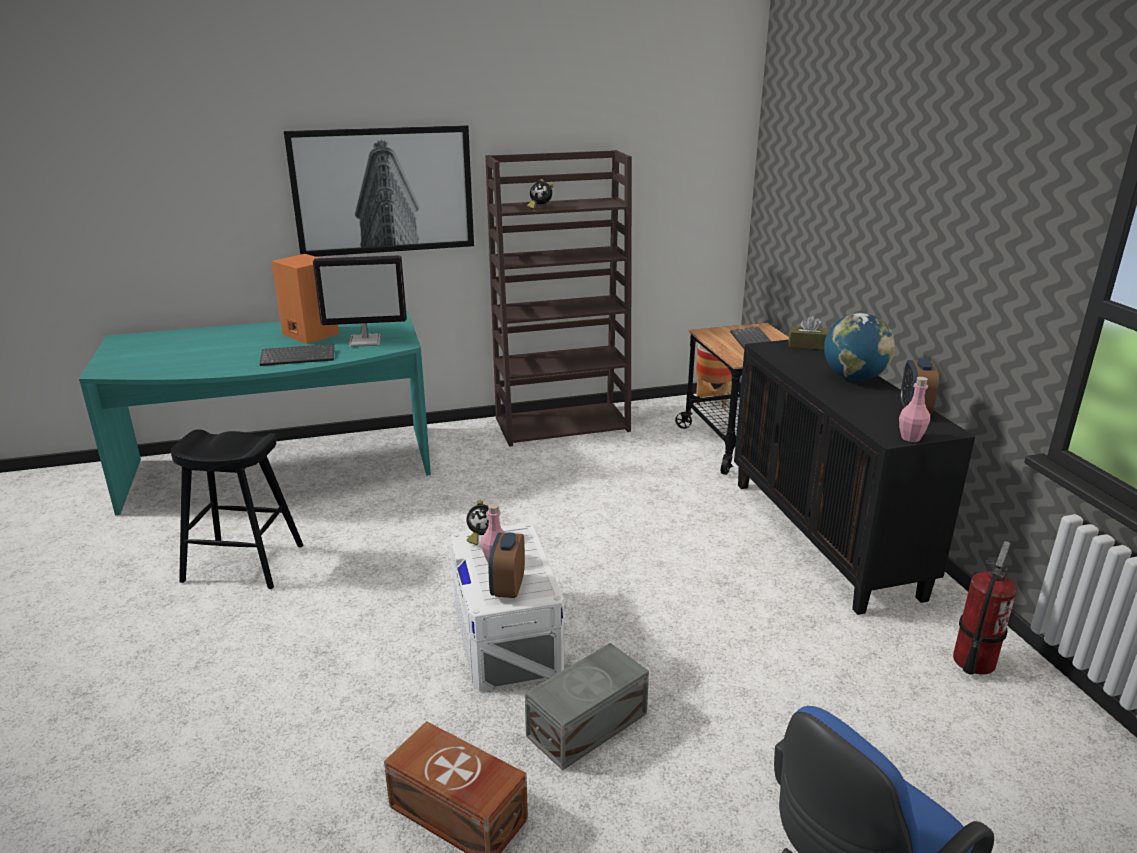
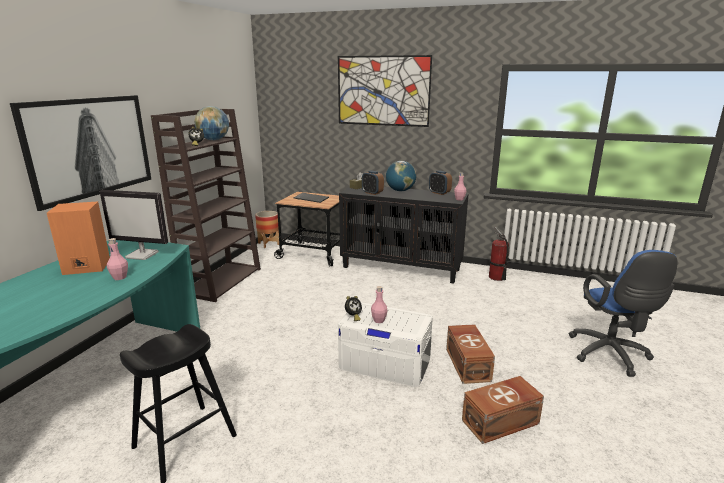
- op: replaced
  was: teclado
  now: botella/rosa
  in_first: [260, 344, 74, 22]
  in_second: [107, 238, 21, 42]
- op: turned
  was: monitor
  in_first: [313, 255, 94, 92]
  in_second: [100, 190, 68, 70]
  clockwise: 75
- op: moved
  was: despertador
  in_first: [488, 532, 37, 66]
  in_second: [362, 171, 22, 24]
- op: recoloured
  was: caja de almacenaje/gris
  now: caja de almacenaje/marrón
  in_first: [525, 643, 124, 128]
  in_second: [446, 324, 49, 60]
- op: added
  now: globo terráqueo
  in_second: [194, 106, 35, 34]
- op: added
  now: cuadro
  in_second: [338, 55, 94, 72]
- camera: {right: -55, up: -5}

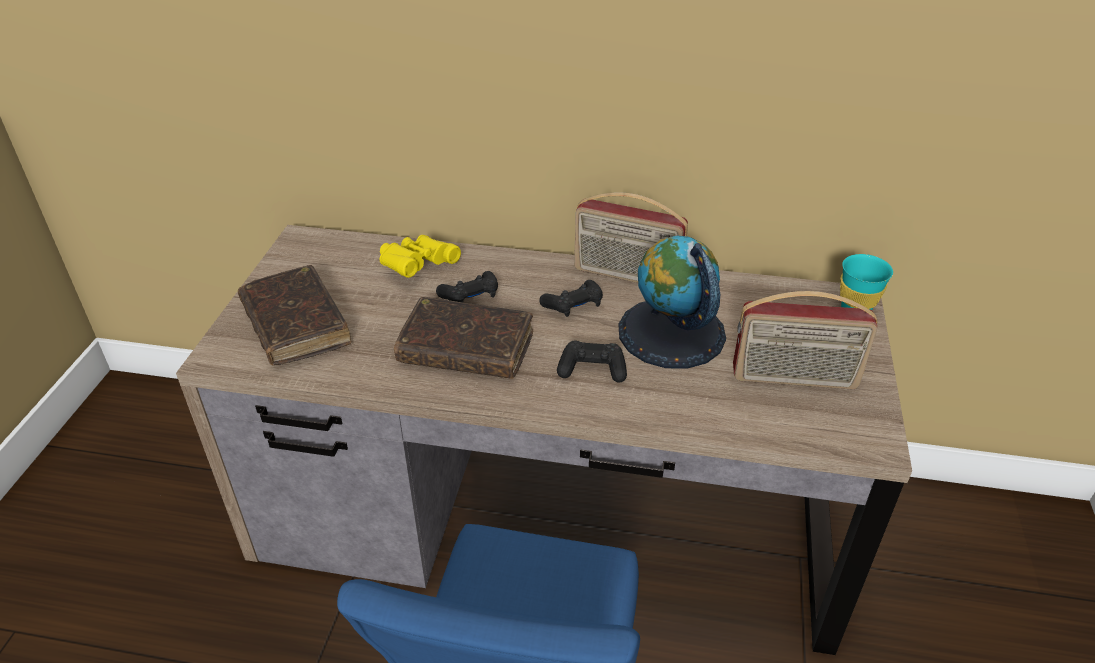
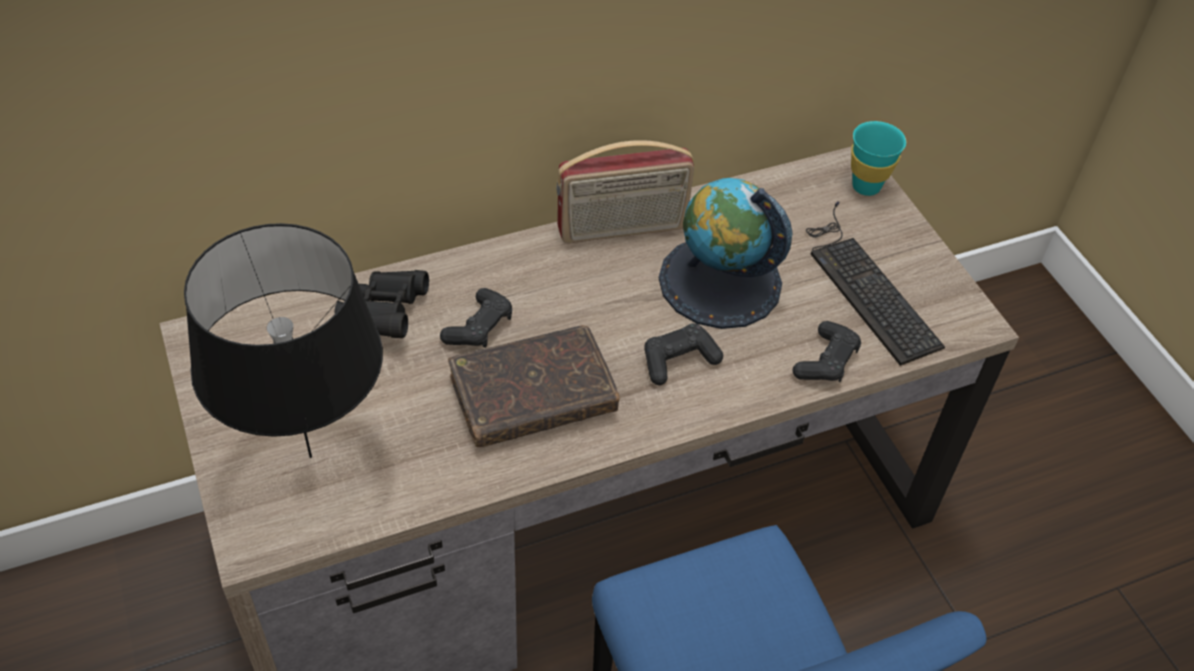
- op: replaced
  was: libro/marrón
  now: lámpara de mesa/negro
  in_first: [238, 265, 114, 101]
  in_second: [184, 223, 199, 235]
- op: recoloured
  was: prismáticos/amarillo
  now: prismáticos/negro
  in_first: [380, 235, 81, 43]
  in_second: [335, 270, 94, 68]
- op: moved
  was: mando de consola/negro
  in_first: [539, 280, 64, 37]
  in_second: [793, 321, 68, 61]
- op: replaced
  was: radio
  now: teclado
  in_first: [733, 291, 144, 98]
  in_second: [806, 201, 139, 165]
- camera: {right: -35, up: 10}

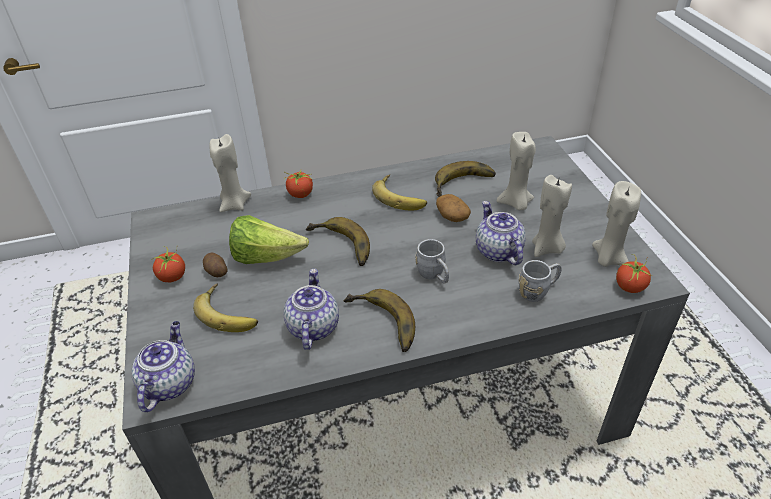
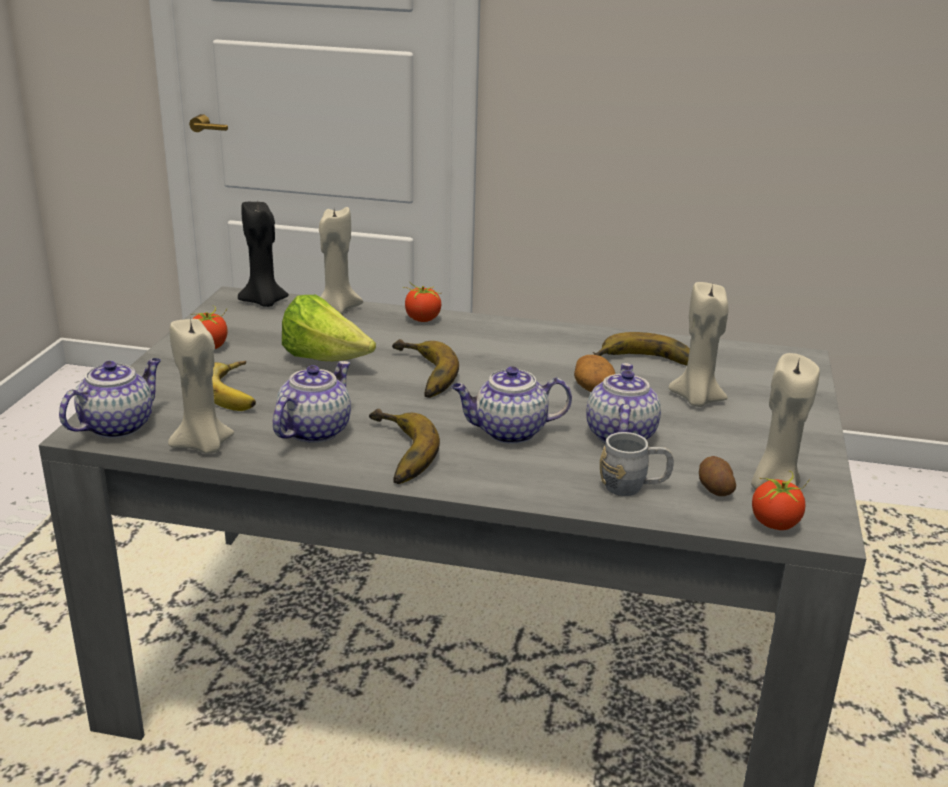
- op: moved
  was: patata
  in_first: [203, 253, 25, 24]
  in_second: [699, 456, 37, 40]
- op: removed
  was: plátano
  in_first: [372, 174, 55, 36]
- op: replaced
  was: taza grande/gris
  now: tetera
  in_first: [415, 239, 34, 44]
  in_second: [451, 366, 121, 78]
- op: moved
  was: vela/beis
  in_first: [532, 175, 40, 82]
  in_second: [168, 319, 66, 135]
- op: added
  now: vela/negro
  in_second: [238, 200, 51, 107]
- camera: {right: 25, up: -15}

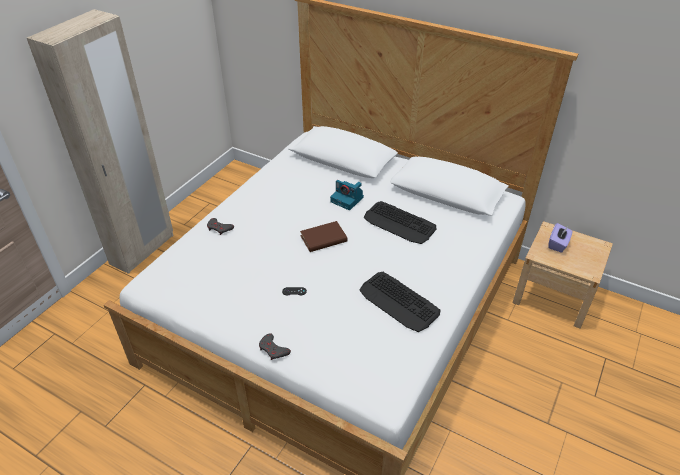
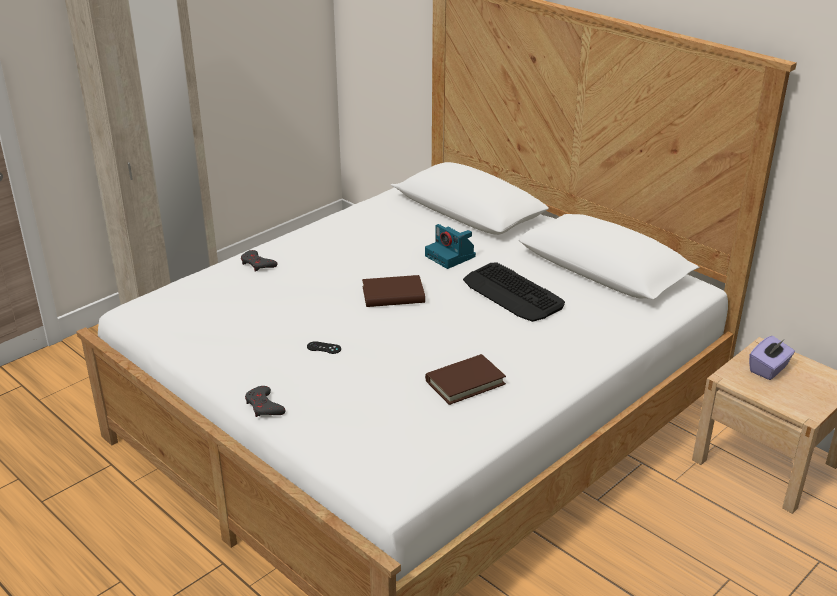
- op: replaced
  was: teclado
  now: libro/marrón
  in_first: [359, 272, 81, 60]
  in_second: [425, 354, 81, 51]
- camera: {right: 15, up: -10}

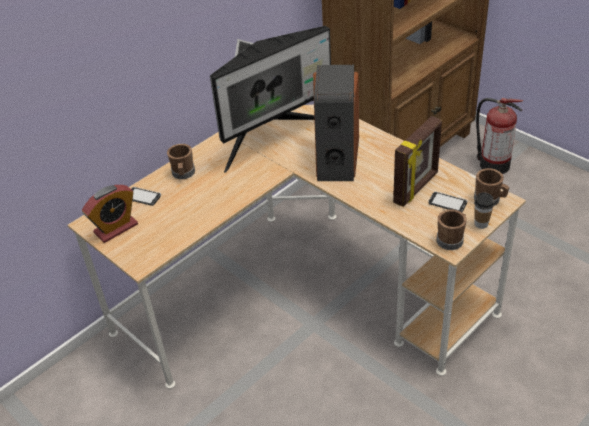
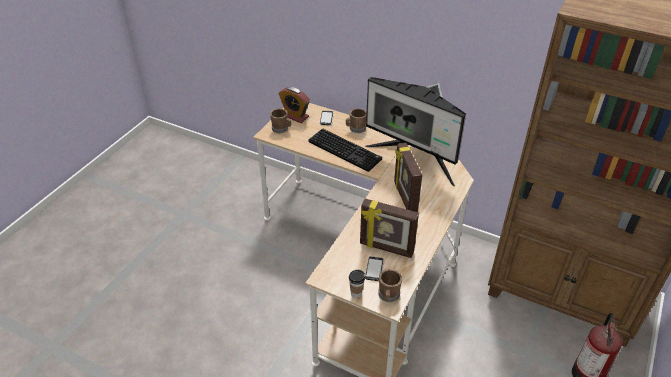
- op: replaced
  was: altavoz
  now: portarretratos
  in_first: [313, 65, 46, 116]
  in_second: [394, 143, 28, 69]
- op: moved
  was: taza grande/marrón
  in_first: [437, 209, 30, 41]
  in_second: [270, 108, 21, 25]
- op: added
  now: teclado
  in_second: [308, 129, 74, 43]
- camera: {right: 70, up: 0}

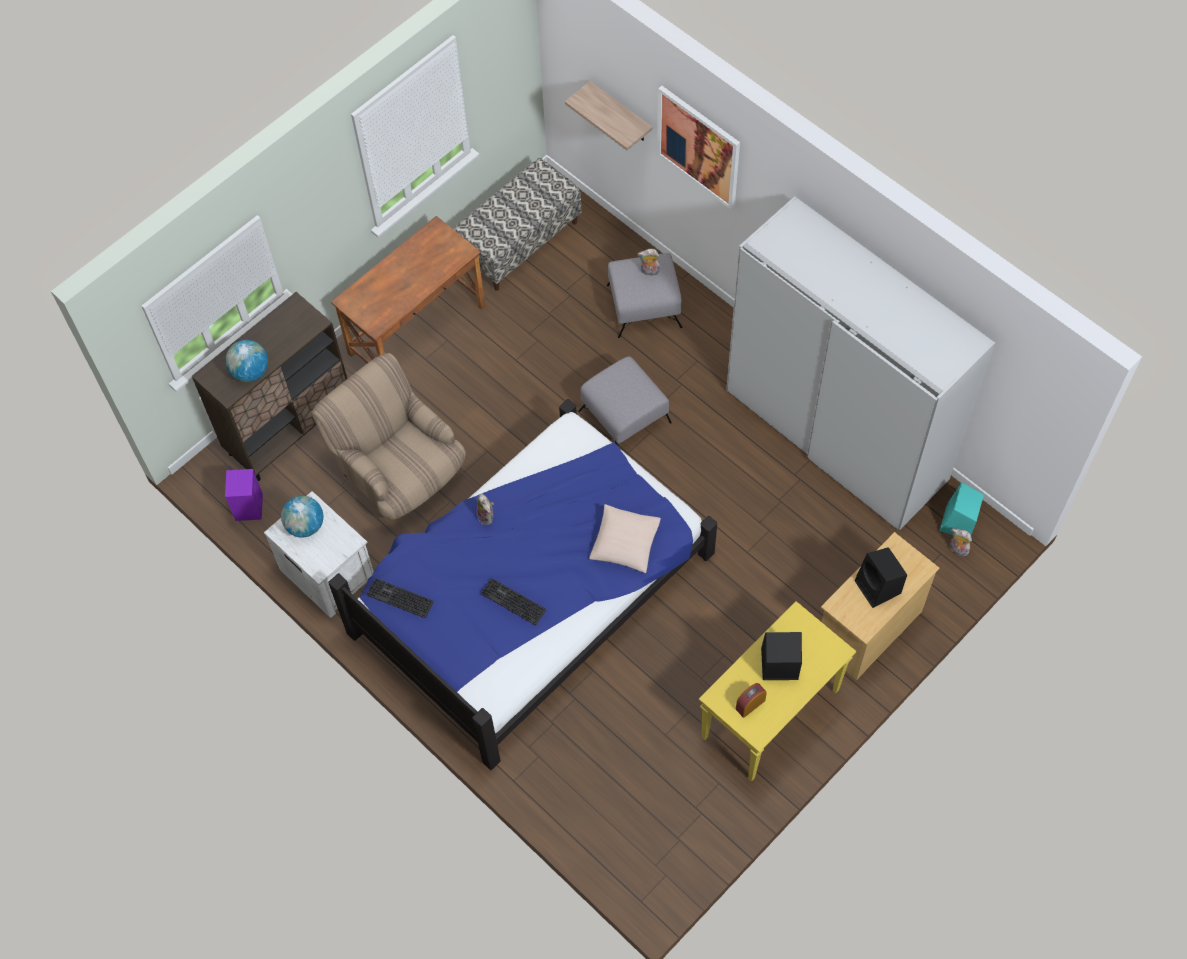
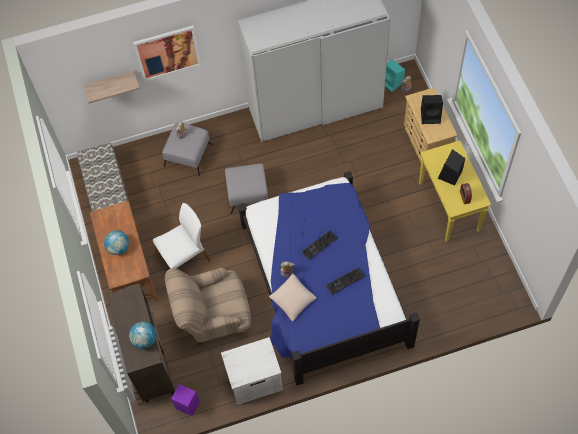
- op: moved
  was: globo terráqueo
  in_first: [281, 496, 42, 41]
  in_second: [104, 230, 25, 25]
- op: moved
  was: teclado
  in_first: [366, 578, 68, 40]
  in_second: [302, 230, 35, 30]
- op: moved
  was: cojín/beis
  in_first: [589, 504, 72, 69]
  in_second: [269, 274, 48, 48]
- op: added
  now: silla/blanco
  in_second: [153, 203, 58, 66]
- camera: {right: -60, up: 0}

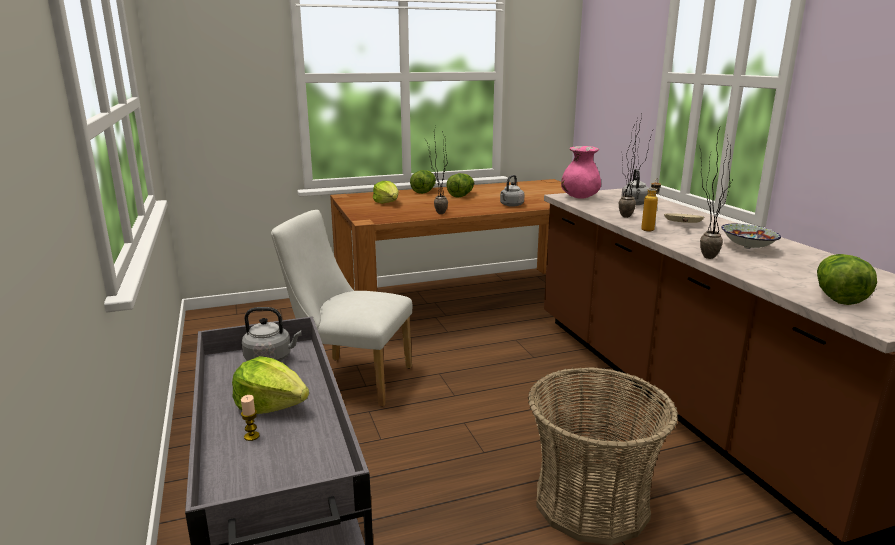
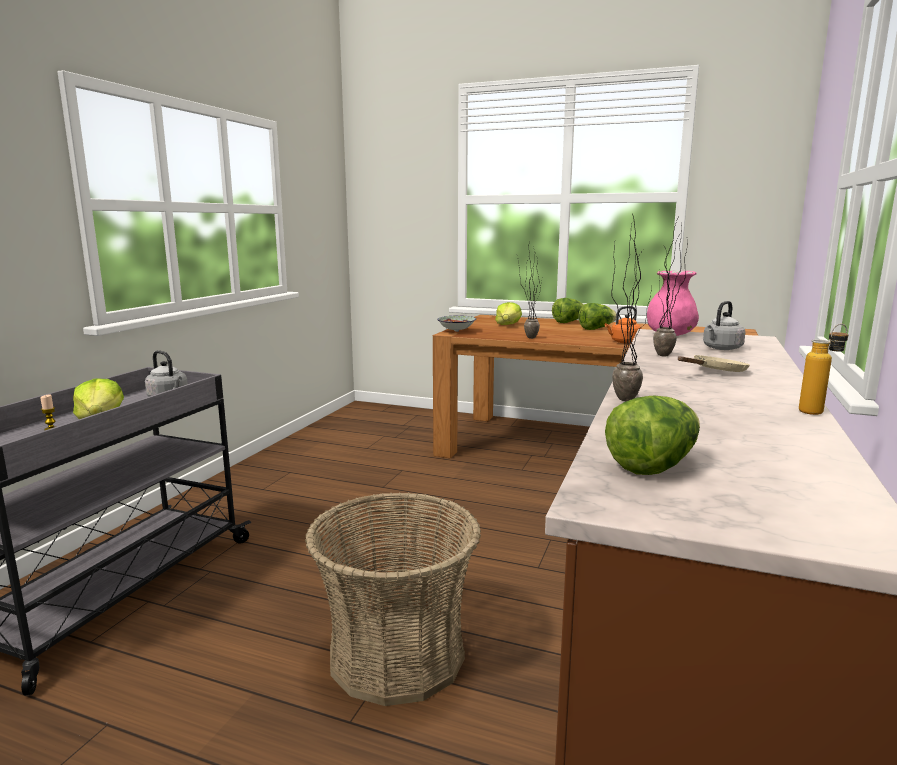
- op: removed
  was: silla/blanco
  in_first: [271, 210, 141, 197]
- op: recoloured
  was: hervidor/gris
  now: hervidor/naranja
  in_first: [500, 175, 24, 32]
  in_second: [605, 306, 36, 38]
- op: moved
  was: botella
  in_first: [641, 178, 20, 53]
  in_second: [799, 324, 49, 91]
- op: moved
  was: cuenco
  in_first: [721, 224, 60, 25]
  in_second: [437, 315, 39, 17]
- camera: {right: 40, up: -5}

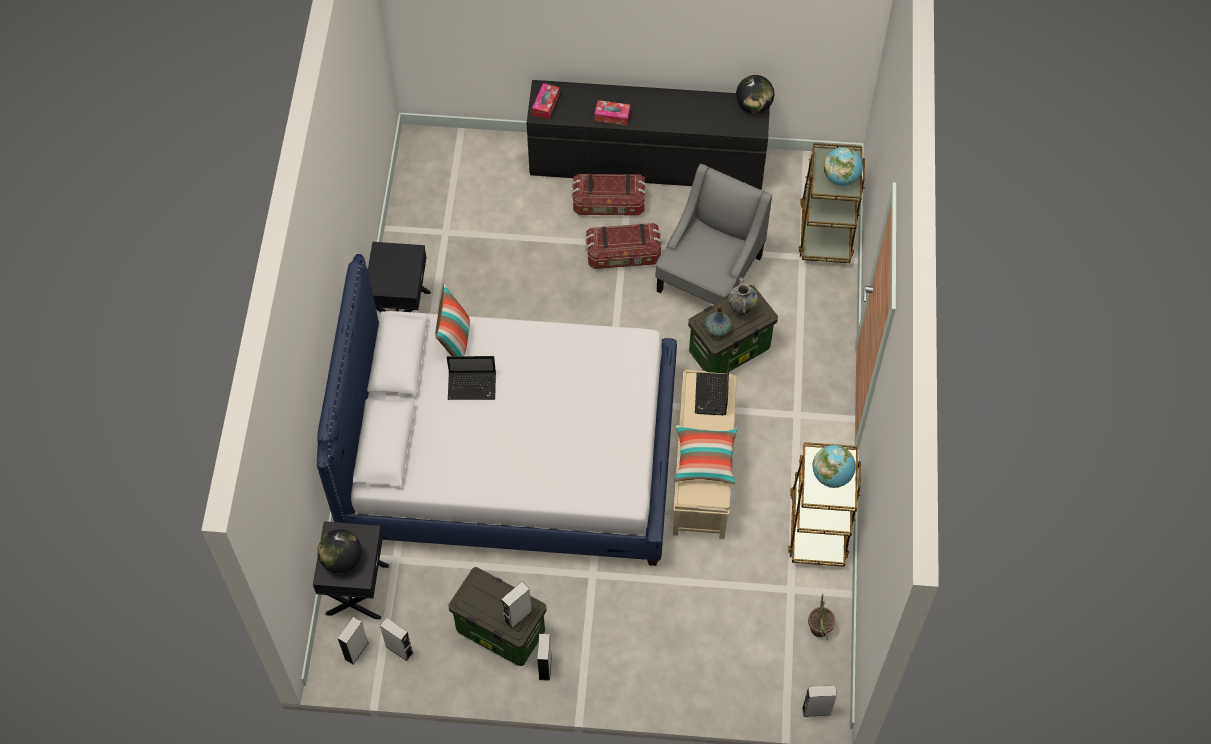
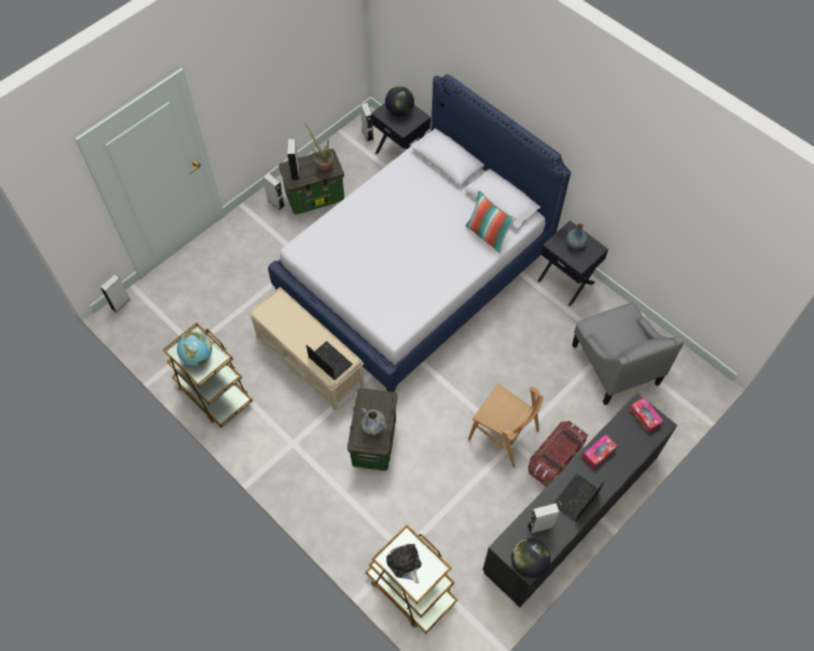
- op: moved
  was: altavoz/gris
  in_first: [380, 618, 33, 43]
  in_second: [527, 503, 32, 31]
- op: moved
  was: portátil
  in_first: [447, 356, 49, 44]
  in_second: [553, 474, 52, 47]
- op: replaced
  was: caja de almacenaje
  now: silla/marrón
  in_first: [585, 223, 77, 46]
  in_second: [468, 384, 75, 84]
- op: moved
  was: sillón/gris
  in_first: [655, 164, 117, 141]
  in_second: [572, 303, 112, 102]
- op: removed
  was: cojín
  in_first: [674, 425, 63, 59]
- op: moved
  was: florero
  in_first: [705, 306, 26, 31]
  in_second: [567, 223, 20, 26]
- op: moved
  was: planta en maceta
  in_first: [808, 593, 28, 47]
  in_second: [305, 123, 29, 50]
- op: replaced
  was: globo terráqueo
  now: peluche
  in_first: [824, 147, 39, 39]
  in_second: [386, 544, 35, 39]
- camera: {right: 130, up: 0}

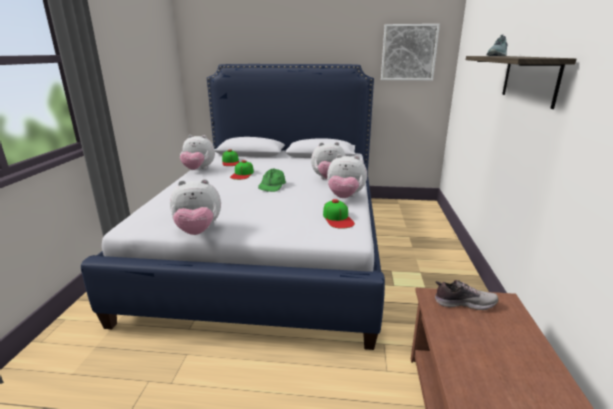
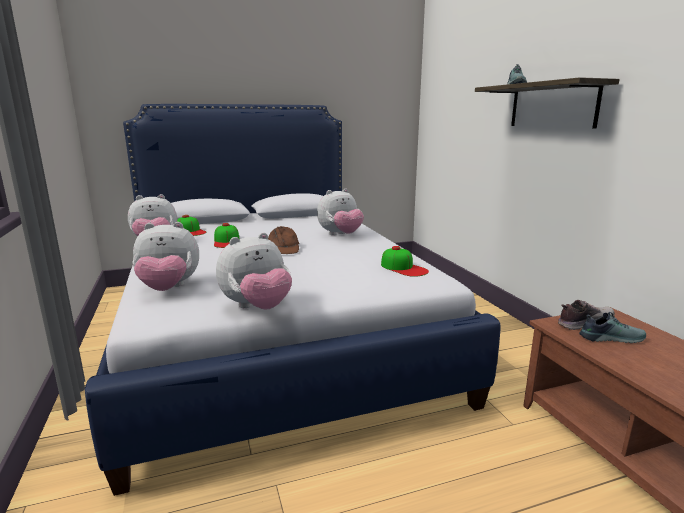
- op: recoloured
  was: gorra/verde
  now: gorra/marrón
  in_first: [258, 169, 28, 23]
  in_second: [268, 226, 31, 28]
- op: moved
  was: peluche
  in_first: [327, 154, 40, 44]
  in_second: [132, 222, 67, 69]
- op: removed
  was: cuadro
  in_first: [381, 24, 59, 57]
- op: added
  now: zapato
  in_second: [579, 312, 67, 31]
- camera: {right: -25, up: -5}

